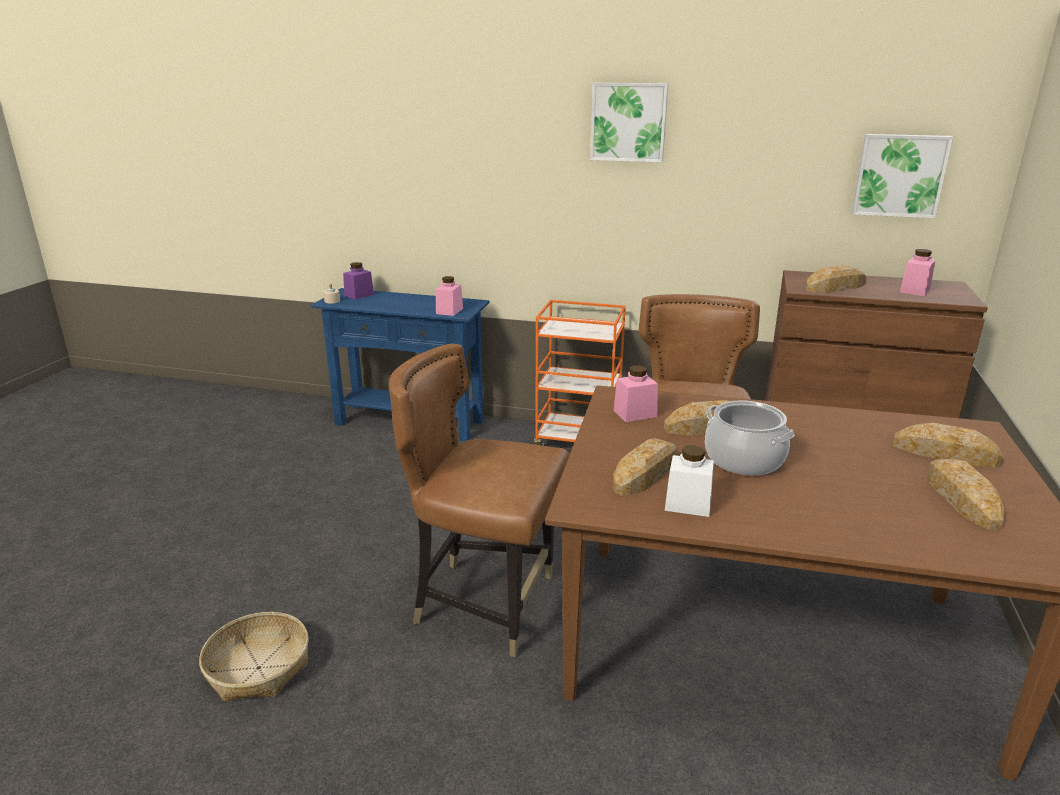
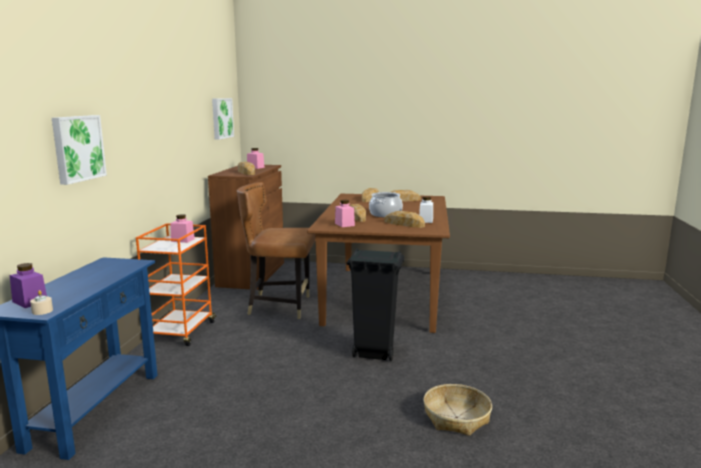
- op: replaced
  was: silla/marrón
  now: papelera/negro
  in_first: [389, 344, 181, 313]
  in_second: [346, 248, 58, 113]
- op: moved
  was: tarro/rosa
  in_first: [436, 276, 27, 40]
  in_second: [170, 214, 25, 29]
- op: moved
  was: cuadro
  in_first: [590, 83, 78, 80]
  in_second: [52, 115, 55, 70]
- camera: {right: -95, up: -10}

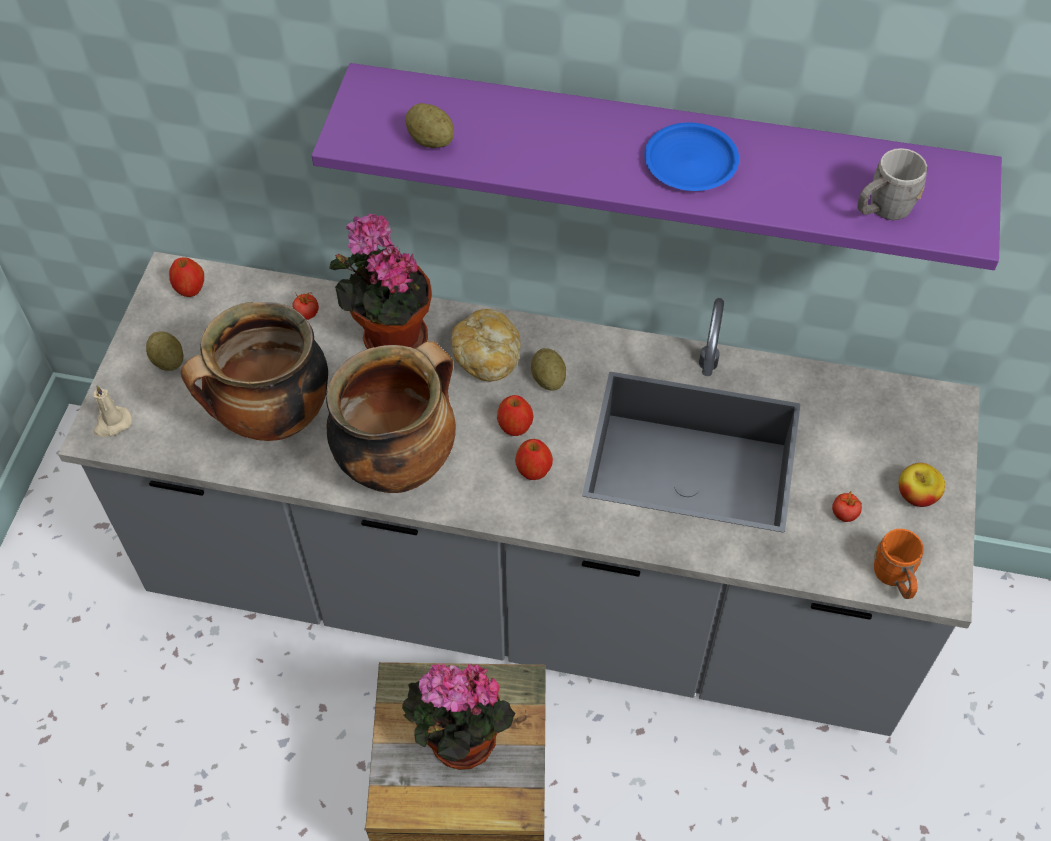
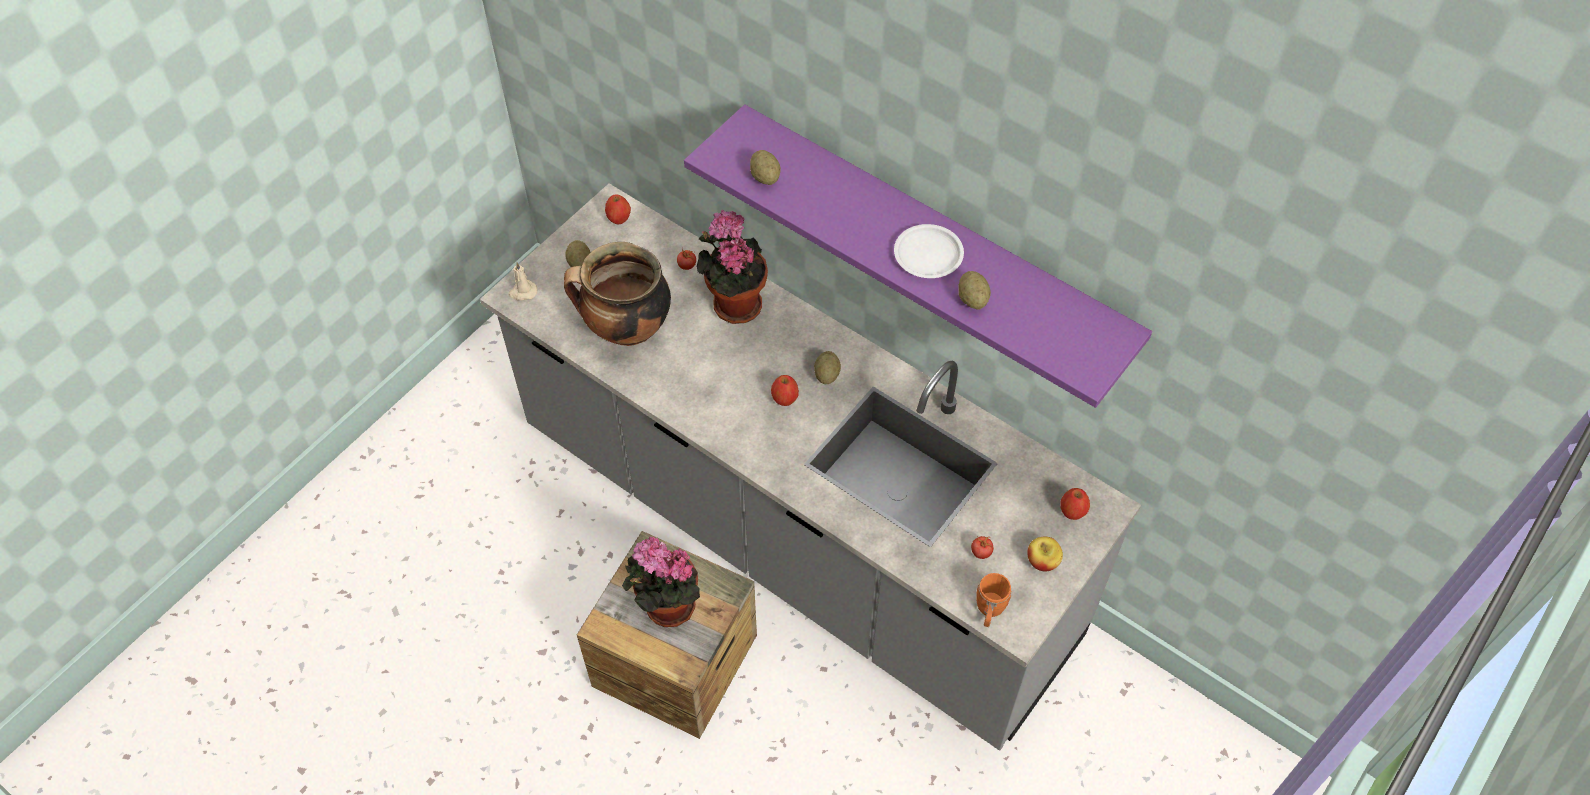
- op: removed
  was: olla
  in_first: [326, 341, 130, 152]
- op: removed
  was: pan
  in_first: [451, 309, 70, 72]
- op: moved
  was: manzana
  in_first: [515, 439, 38, 41]
  in_second: [1061, 488, 29, 32]
- op: recoloured
  was: plato/azul
  now: plato/blanco
  in_first: [644, 122, 95, 69]
  in_second: [894, 224, 70, 54]
- op: removed
  was: taza grande/gris
  in_first: [857, 148, 70, 72]
- op: added
  now: patata
  in_second: [958, 271, 33, 38]
- camera: {right: 25, up: 0}

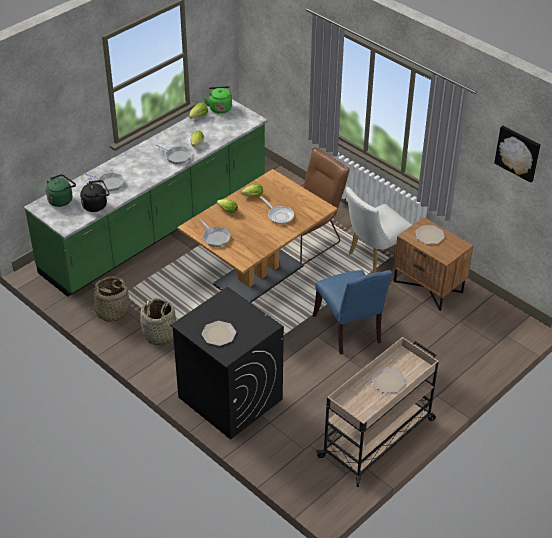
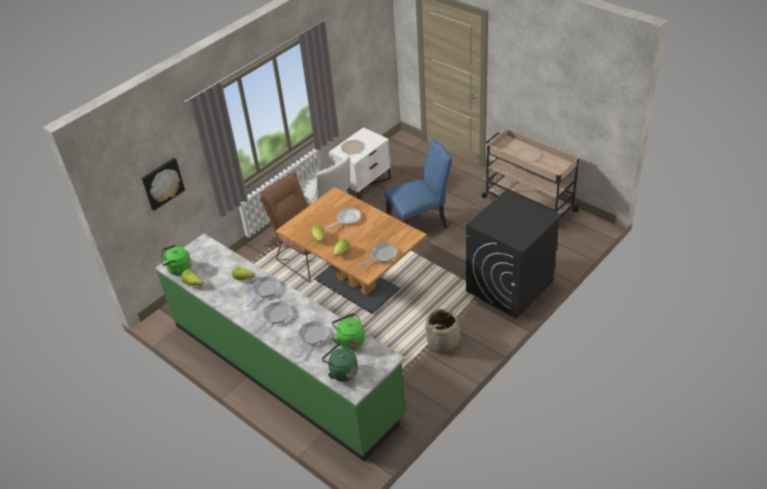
- op: recoloured
  was: hervidor/negro
  now: hervidor/verde
  in_first: [80, 180, 29, 32]
  in_second: [332, 313, 33, 37]
- op: removed
  was: cesta
  in_first: [86, 276, 47, 46]
- op: removed
  was: plato
  in_first: [202, 321, 34, 25]
- op: recoloured
  was: mesita de noche/marrón
  now: mesita de noche/blanco
  in_first: [394, 217, 79, 94]
  in_second: [329, 127, 62, 73]
- op: moved
  was: cuadro
  in_first: [494, 126, 47, 57]
  in_second: [142, 158, 43, 53]
- op: added
  now: sartén
  in_second: [254, 301, 37, 31]
- camera: {right: -90, up: 0}

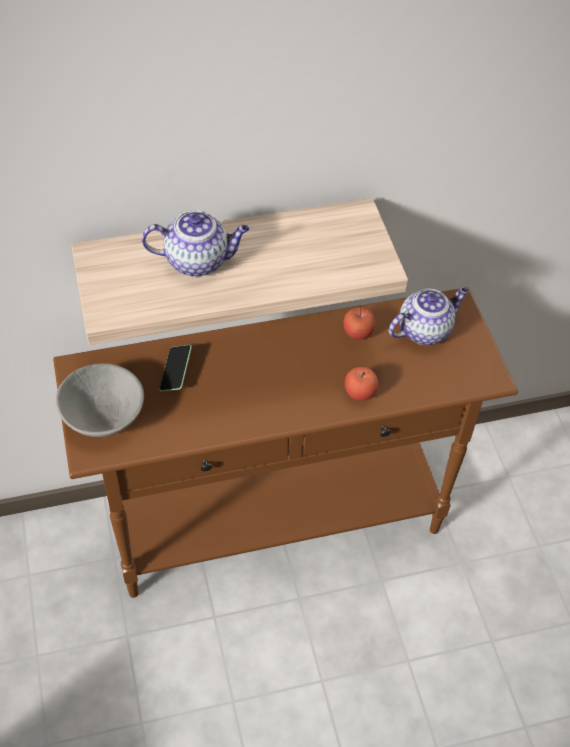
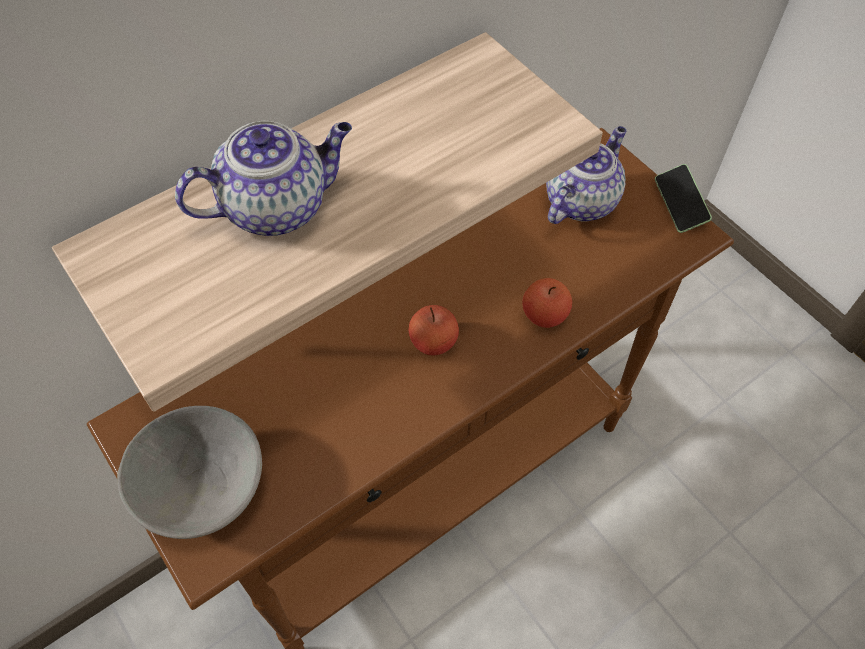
- op: moved
  was: móvil
  in_first: [159, 345, 33, 47]
  in_second: [655, 164, 57, 69]
- op: moved
  was: manzana
  in_first: [343, 306, 32, 33]
  in_second: [409, 305, 50, 51]
- camera: {right: -20, up: 5}

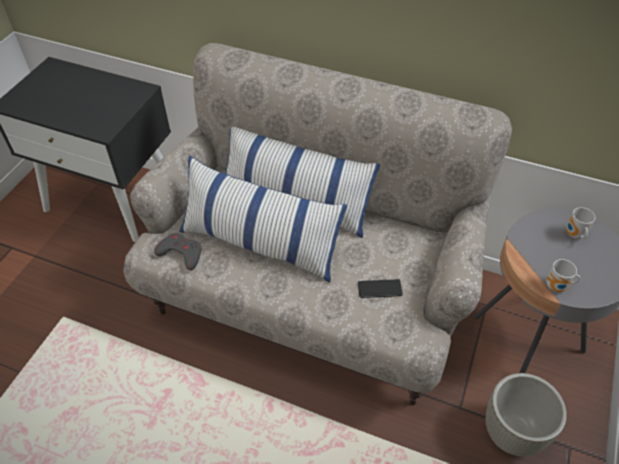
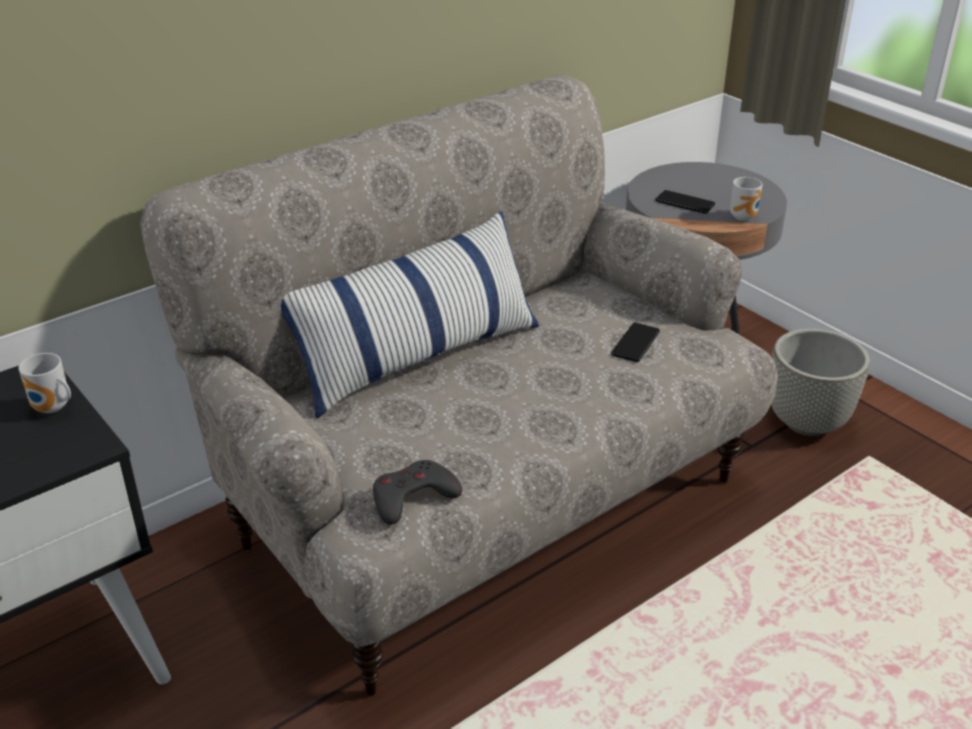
- op: removed
  was: cojín
  in_first: [179, 156, 168, 126]
- op: moved
  was: taza grande
  in_first: [566, 207, 29, 32]
  in_second: [18, 353, 53, 60]
- op: added
  now: móvil
  in_second: [655, 190, 60, 24]
- camera: {right: -60, up: -15}

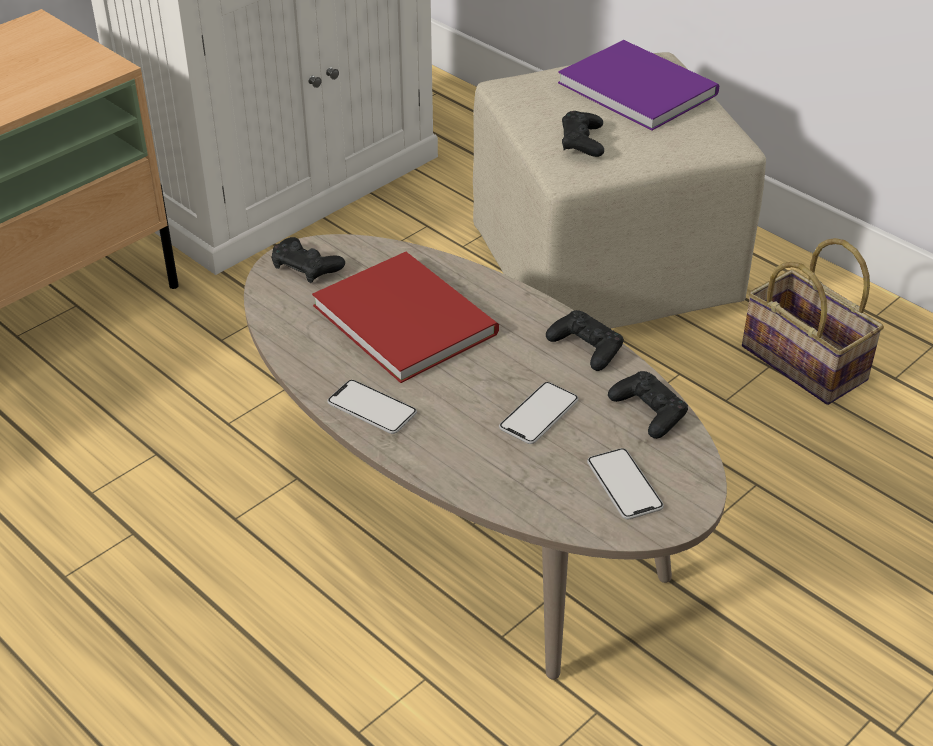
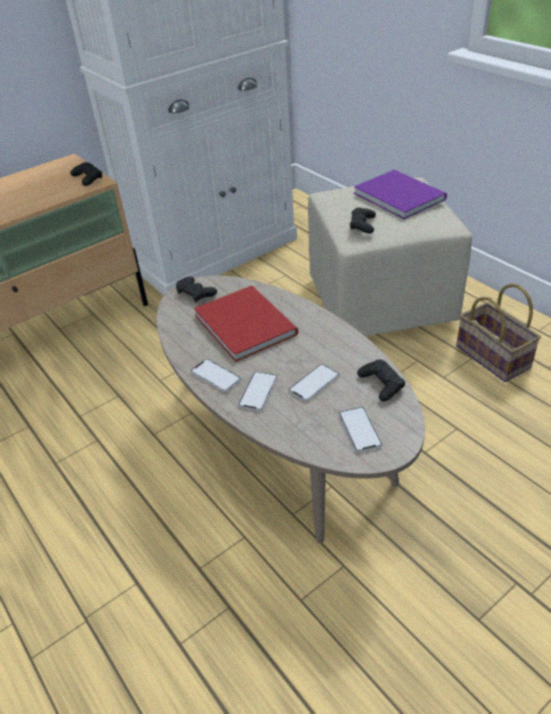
- op: moved
  was: mando de consola/negro
  in_first: [546, 310, 78, 61]
  in_second: [70, 162, 32, 24]
- op: added
  now: móvil
  in_second: [238, 371, 40, 40]
- camera: {right: 10, up: 0}

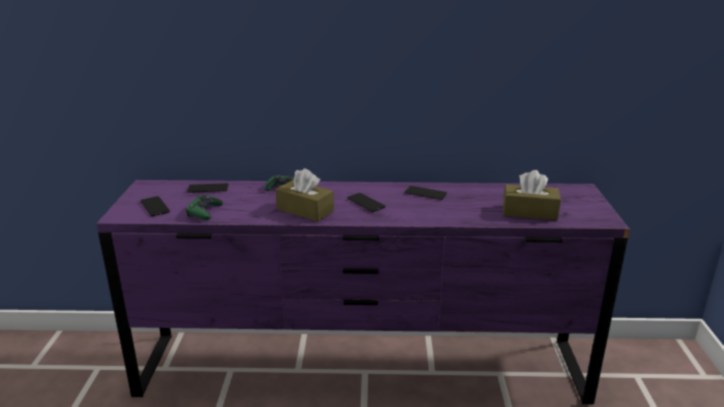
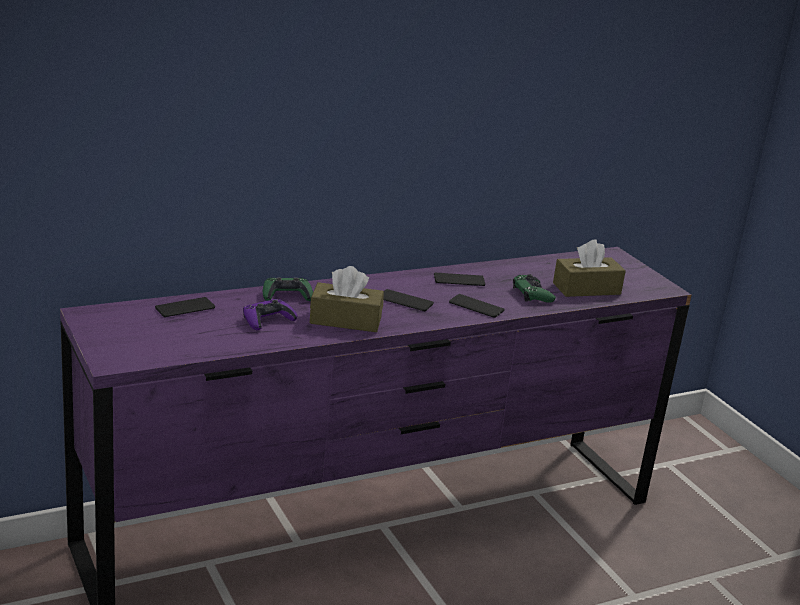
- op: moved
  was: móvil
  in_first: [141, 196, 29, 20]
  in_second: [449, 294, 55, 24]
- op: moved
  was: mando de consola/verde
  in_first: [186, 195, 37, 25]
  in_second: [513, 274, 43, 29]
- op: added
  now: mando de consola/morado
  in_second: [243, 299, 54, 31]
- camera: {right: -30, up: 0}

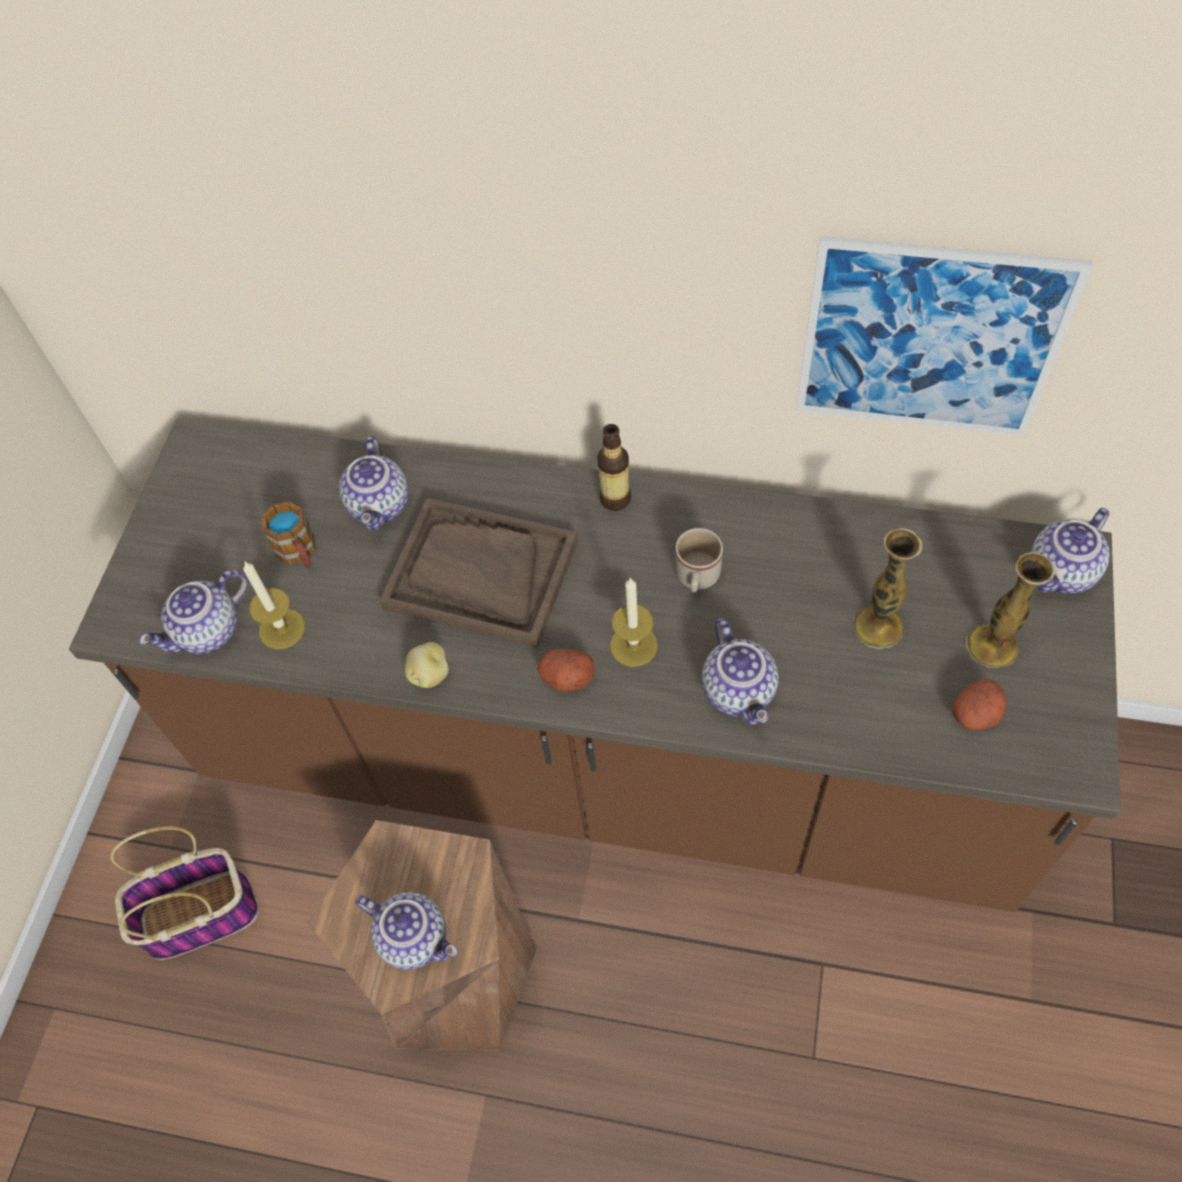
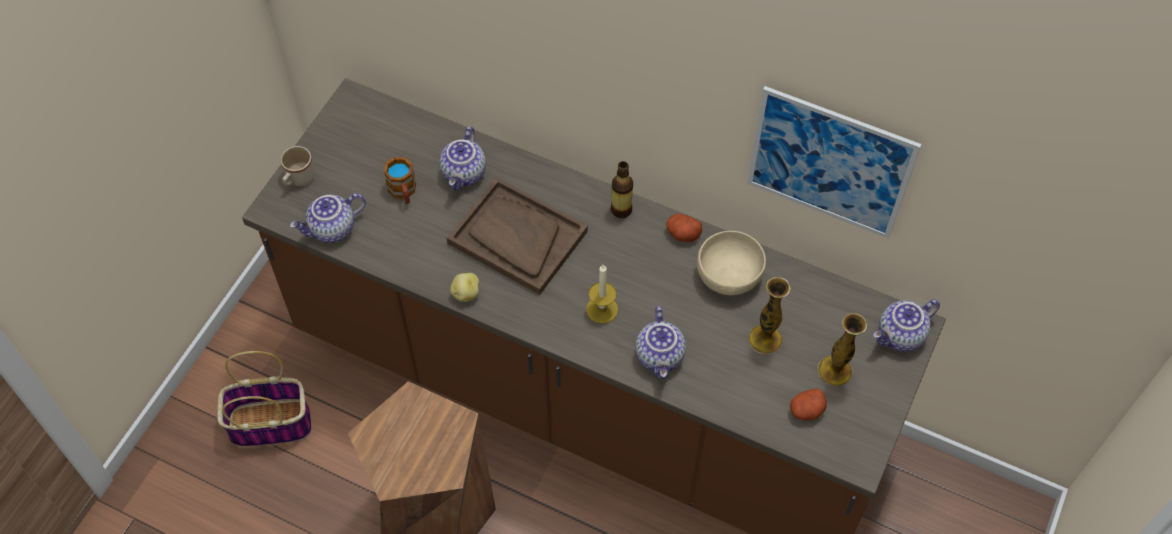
- op: removed
  was: vela
  in_first: [243, 562, 62, 87]
- op: removed
  was: tetera
  in_first: [355, 892, 103, 78]
- op: moved
  was: patata
  in_first: [537, 649, 58, 43]
  in_second: [666, 214, 36, 28]
- op: moved
  was: taza grande/beis
  in_first: [675, 528, 48, 64]
  in_second: [281, 146, 34, 40]
- op: added
  now: cuenco/beis
  in_second: [697, 231, 69, 64]
- camera: {right: 10, up: 0}

